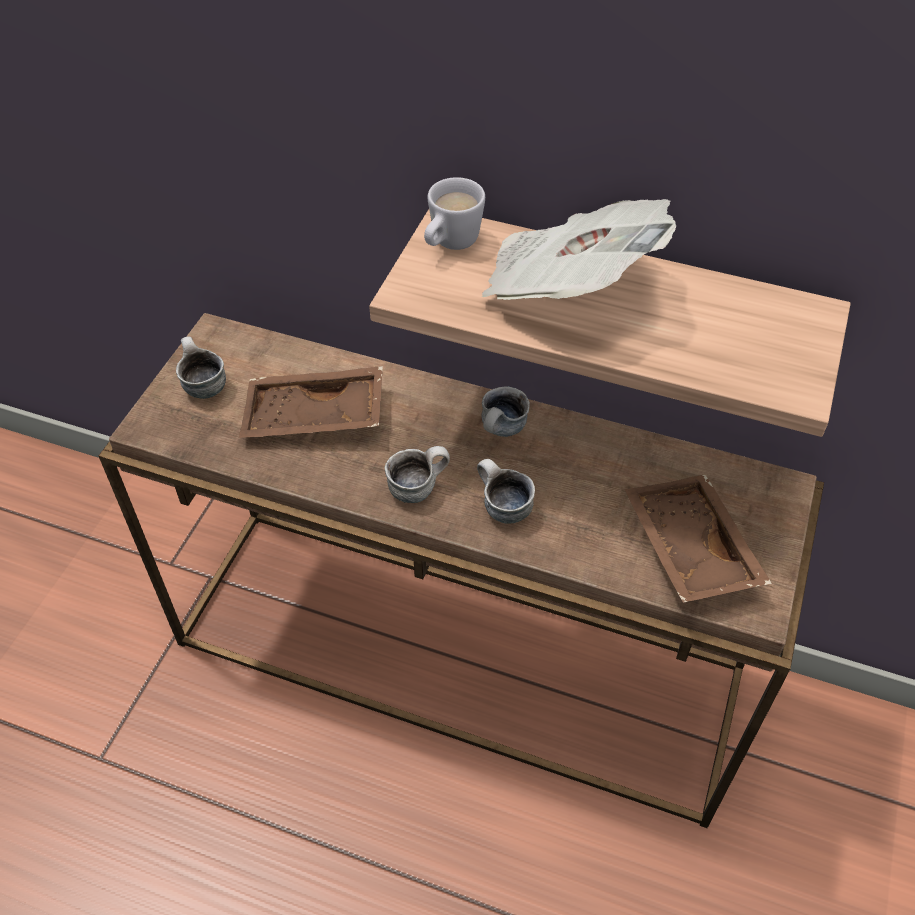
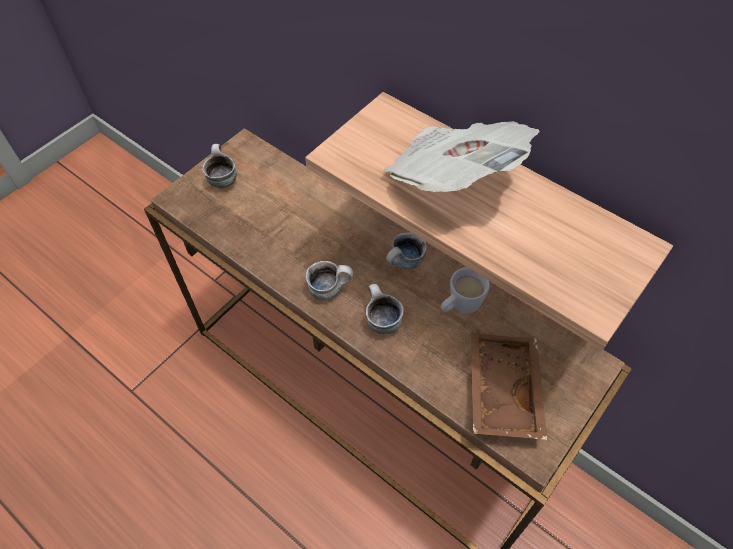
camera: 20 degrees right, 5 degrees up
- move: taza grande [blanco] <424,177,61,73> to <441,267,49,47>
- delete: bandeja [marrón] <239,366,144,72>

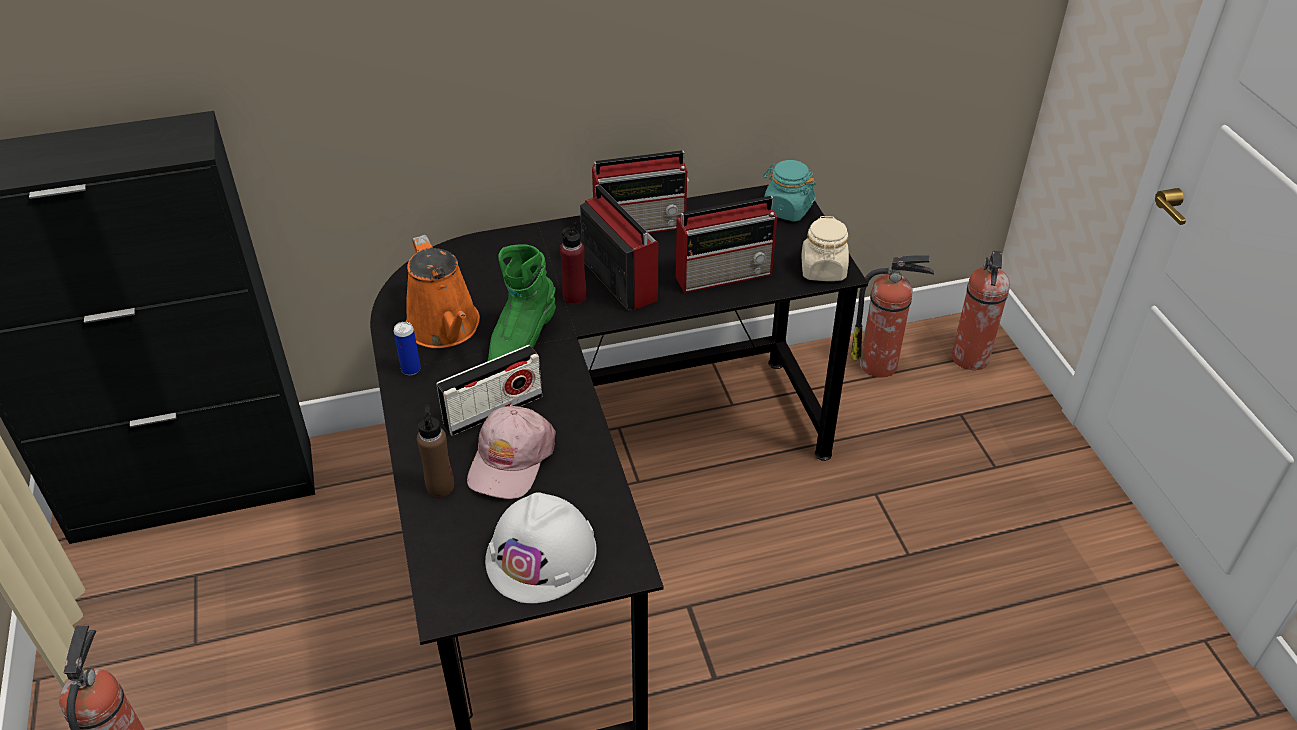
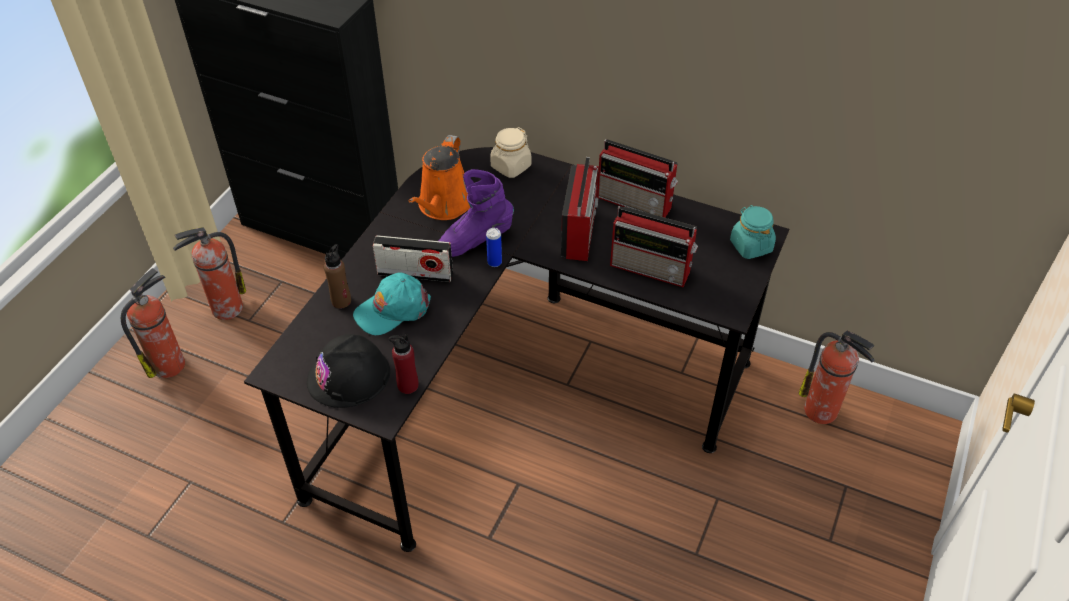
camera: 40 degrees right, 5 degrees up
- move: extintor <952,250,58,120> to <173,227,73,93>
- recolor: casco [blanco] <485,492,112,111> to casco [negro] <307,334,83,74>
- recolor: gorra [rosa] <467,406,89,93> to gorra [turquesa] <353,273,78,62>
- move: botella [rojo] <560,222,27,82> to <389,334,30,60>
- recolor: bota [verde] <488,244,68,117> to bota [morado] <439,169,75,88>
- move: lata <394,322,27,53> to <486,228,16,39>
- move: tarro [beis] <801,216,48,65> to <490,127,41,51>

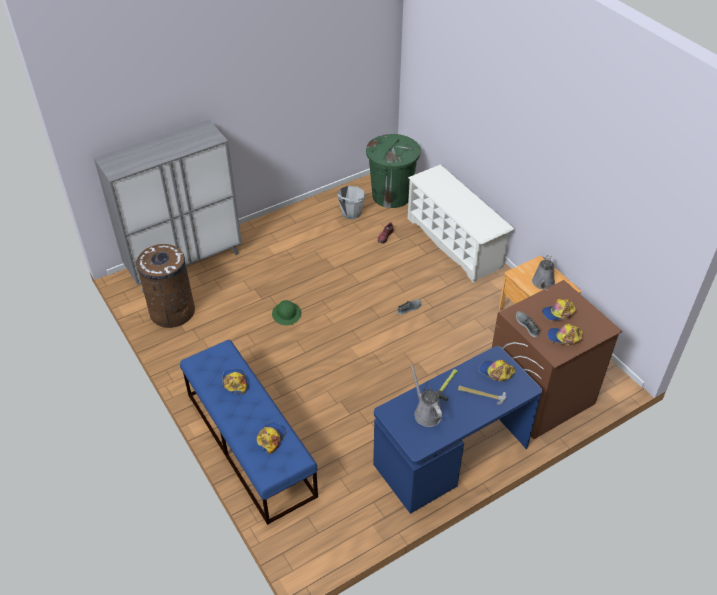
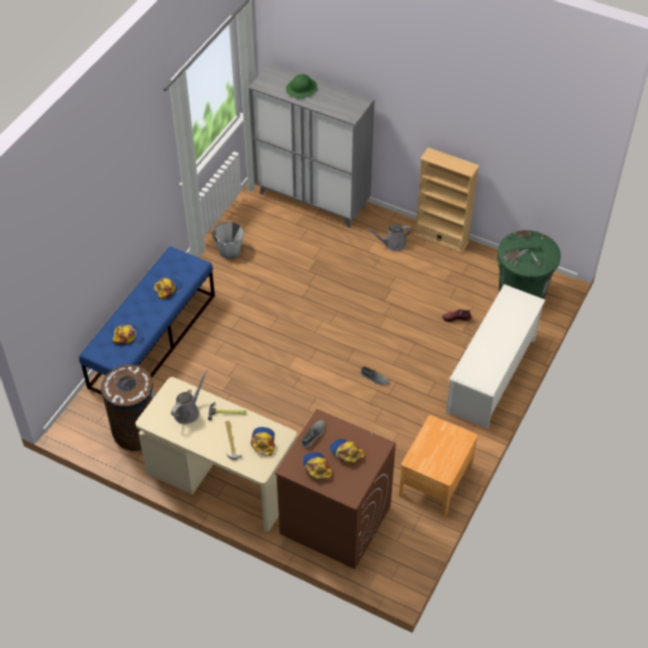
camera: 60 degrees right, 5 degrees up
- move: papelera [marrón] <136,244,59,84> to <101,365,54,86>
- recolor: escritorio [azul] <373,346,169,168> to escritorio [beis] <136,377,161,155>
- move: cubo [gris] <337,186,29,33> to <212,222,32,37>
- move: casco [verde] <272,300,29,25> to <286,74,31,24>
- move: regadera [gris] <532,255,23,35> to <367,224,45,27>
- insert: estantería [beis] <414,147,66,106>

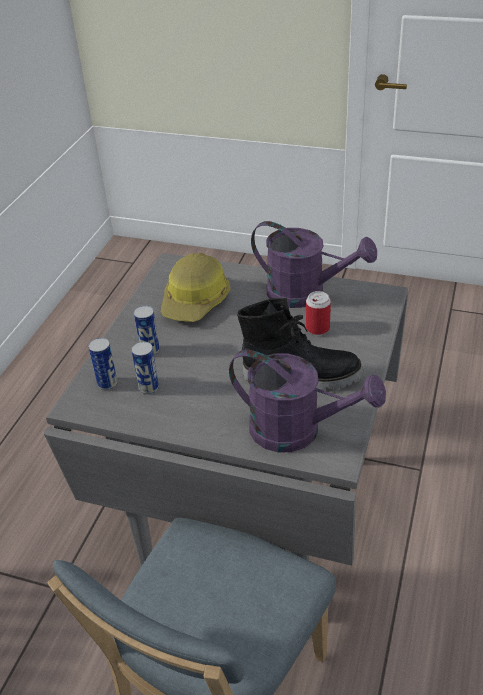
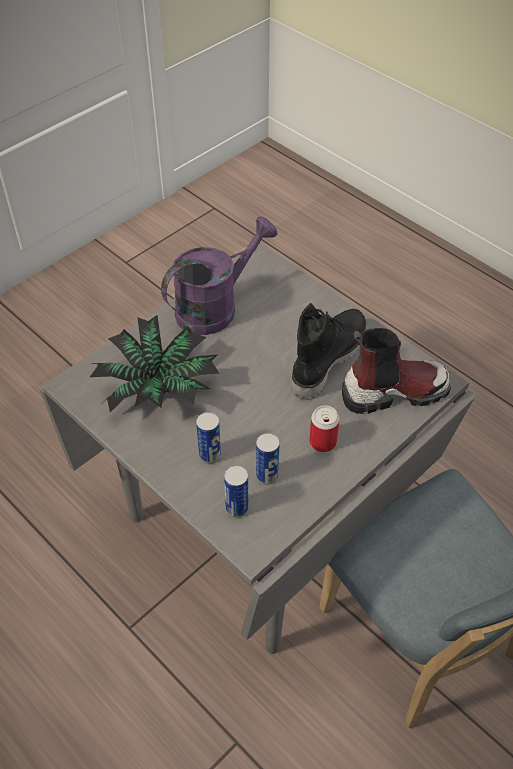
camera: 65 degrees left, 10 degrees up
- replace: casco <160,253,70,69> to planta en maceta <90,315,130,97>
- move: lata <306,291,25,44> to <309,405,31,47>
- replace: regadera [morado] <229,350,157,103> to bota <342,328,109,86>

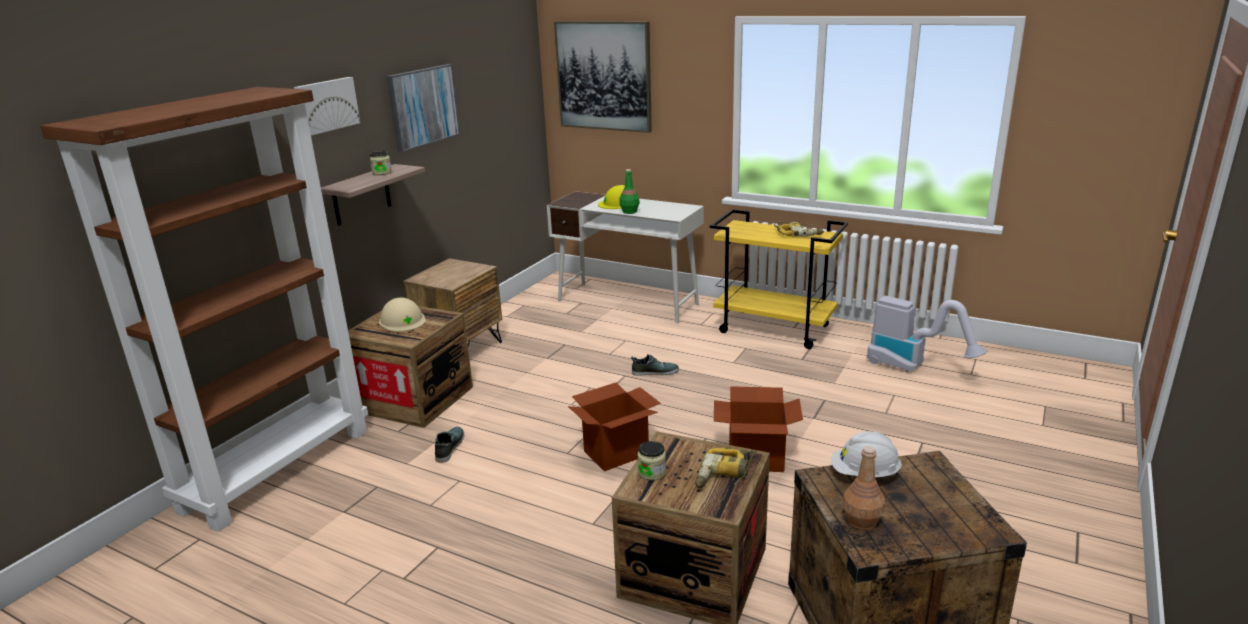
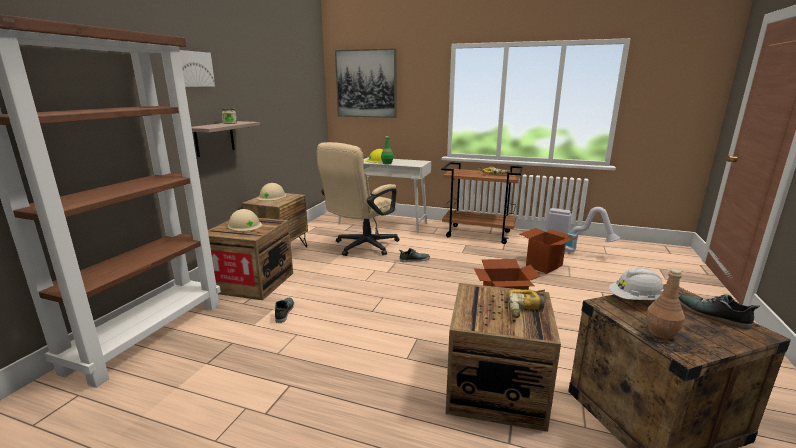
camera: 10 degrees left, 5 degrees down
- insert: casco [beis] <257,183,29,18>
- insert: silla de oficina [beis] <317,142,83,114>
- recolor: carrito [amarillo] <710,209,138,140> to carrito [marrón] <441,162,82,82>
- move: caja de cartón <568,382,92,89> to <520,228,56,46>
- insert: zapato <678,294,82,35>
- delete: cuadro <387,64,73,88>
- delete: tarro <638,441,28,39>

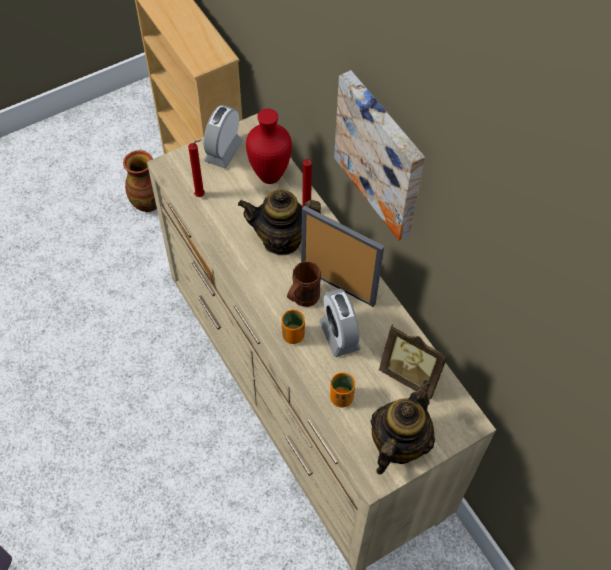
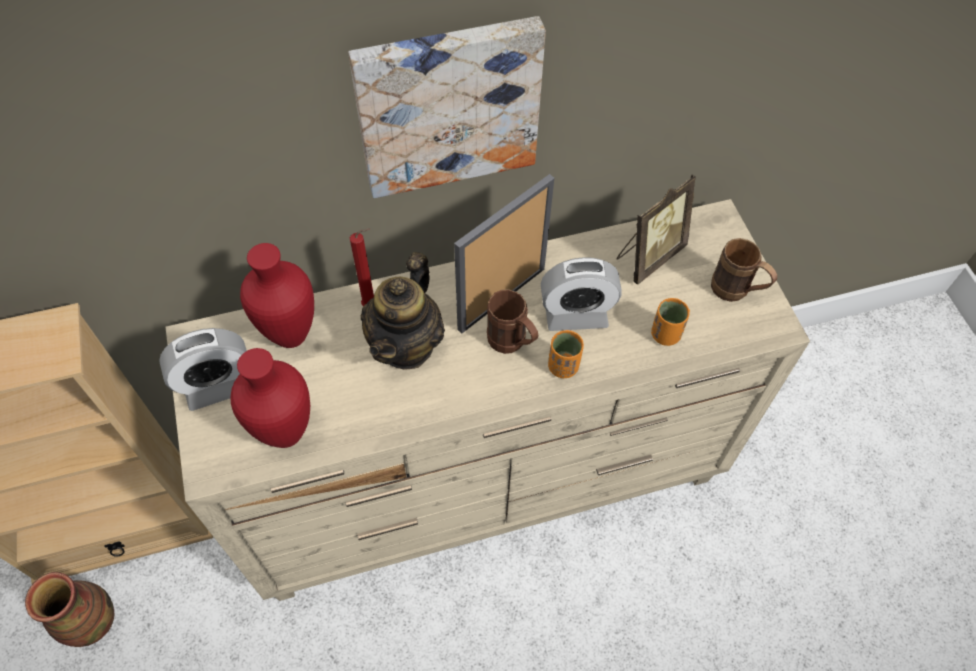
camera: 75 degrees left, 0 degrees up
- rotate: despertador <203,105,40,63> = <159,328,88,83> 60 degrees counterclockwise
- replace: vela [rojo] <188,140,17,57> to florero [rojo] <230,348,80,100>
- replace: tetera <371,380,64,94> to taza grande [marrón] <711,238,66,64>

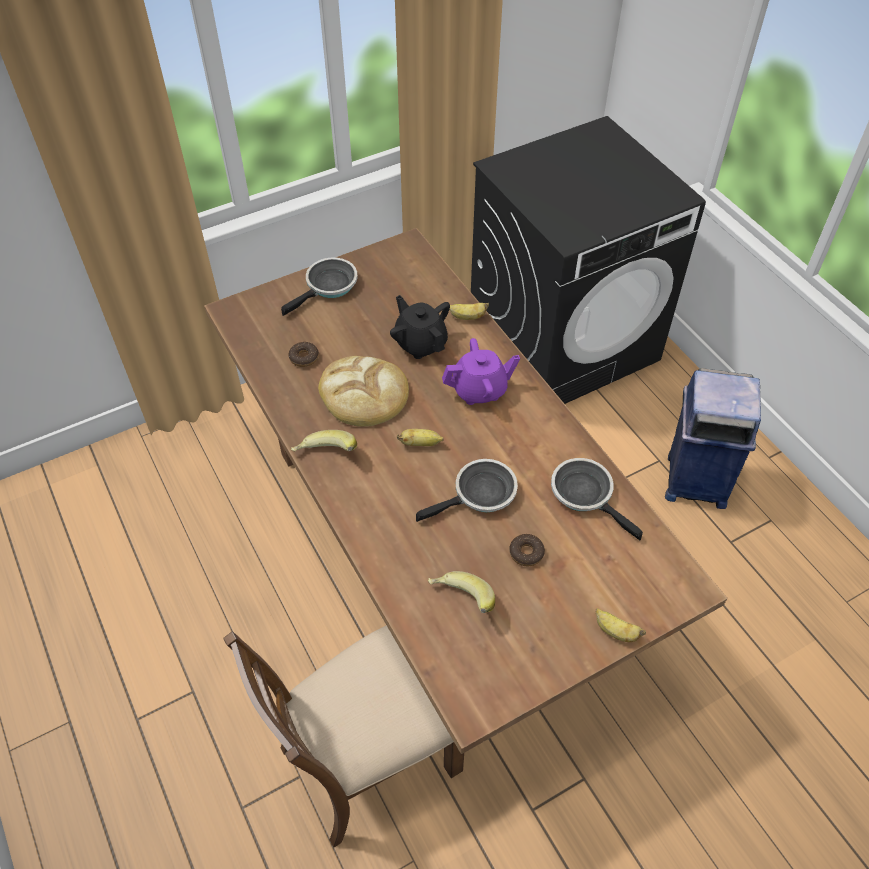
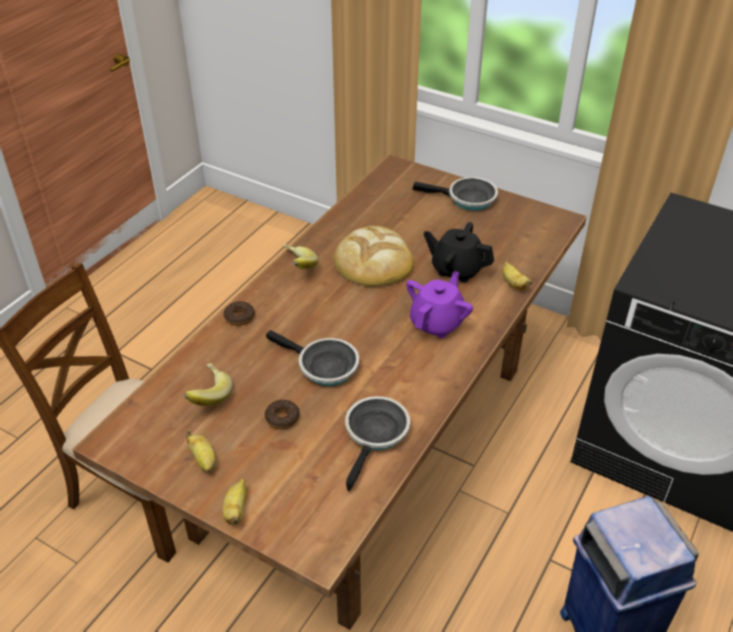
camera: 60 degrees right, 10 degrees down
- move: plátano <397,429,47,17> to <186,431,30,42>
- move: rosquilla <289,342,30,25> to <224,301,31,25>
- rotate: tetera [morado] <442,338,78,67> = <406,271,67,67> 105 degrees counterclockwise
- rotate: tetera [negro] <390,295,60,64> = <424,222,70,61> 90 degrees counterclockwise

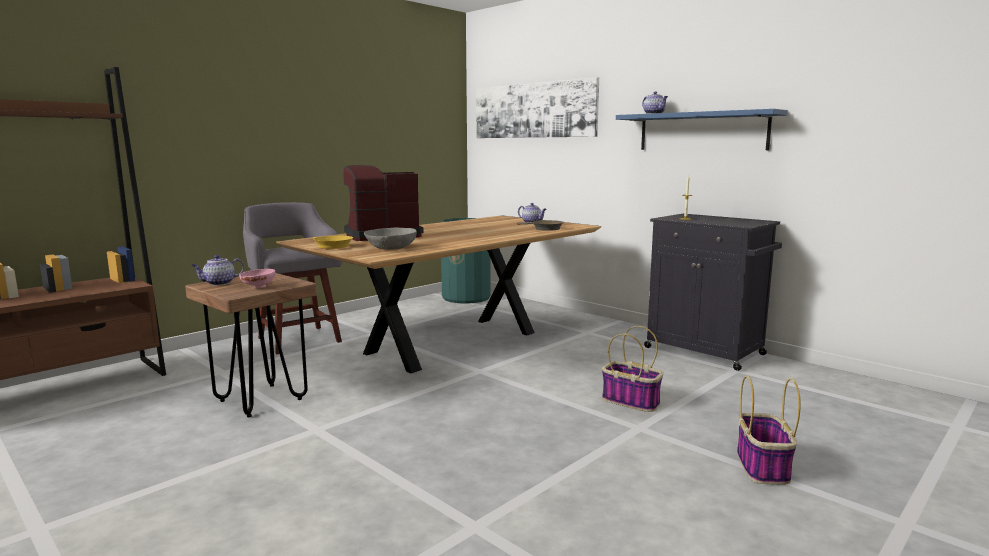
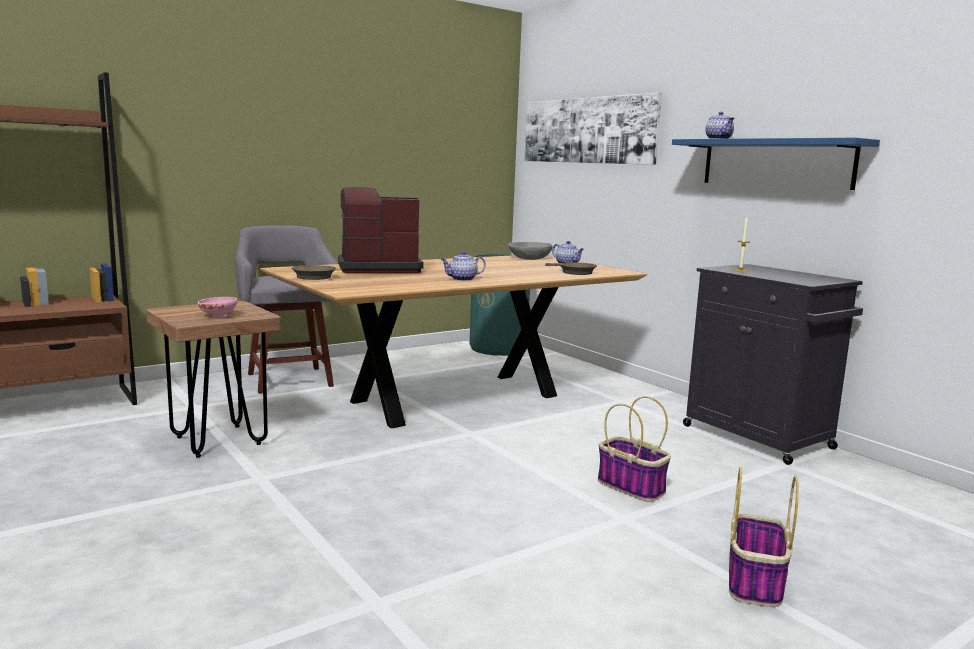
camera: 10 degrees right, 0 degrees up
- recolor: sartén [amarillo] <313,236,40,13> to sartén [marrón] <292,265,44,15>
- move: tetera <191,255,53,30> to <441,251,45,30>
- move: cuenco [gris] <364,228,53,22> to <508,242,45,18>

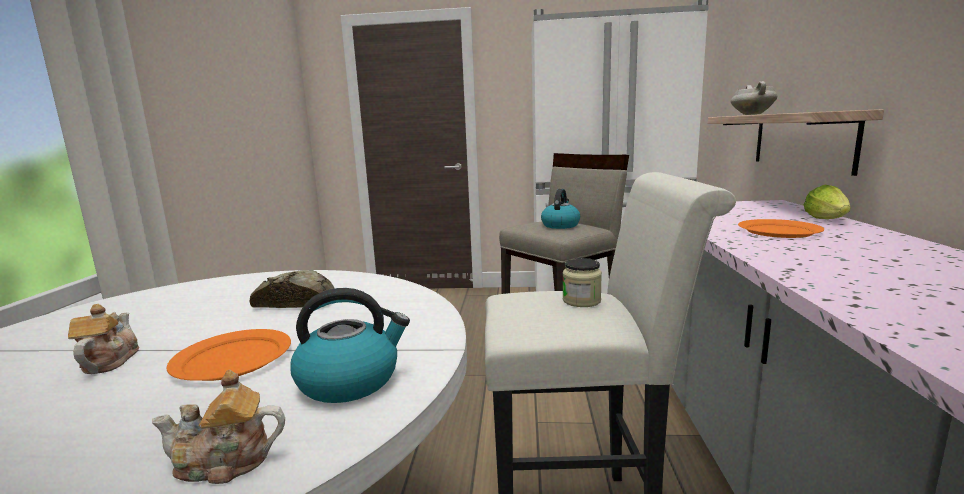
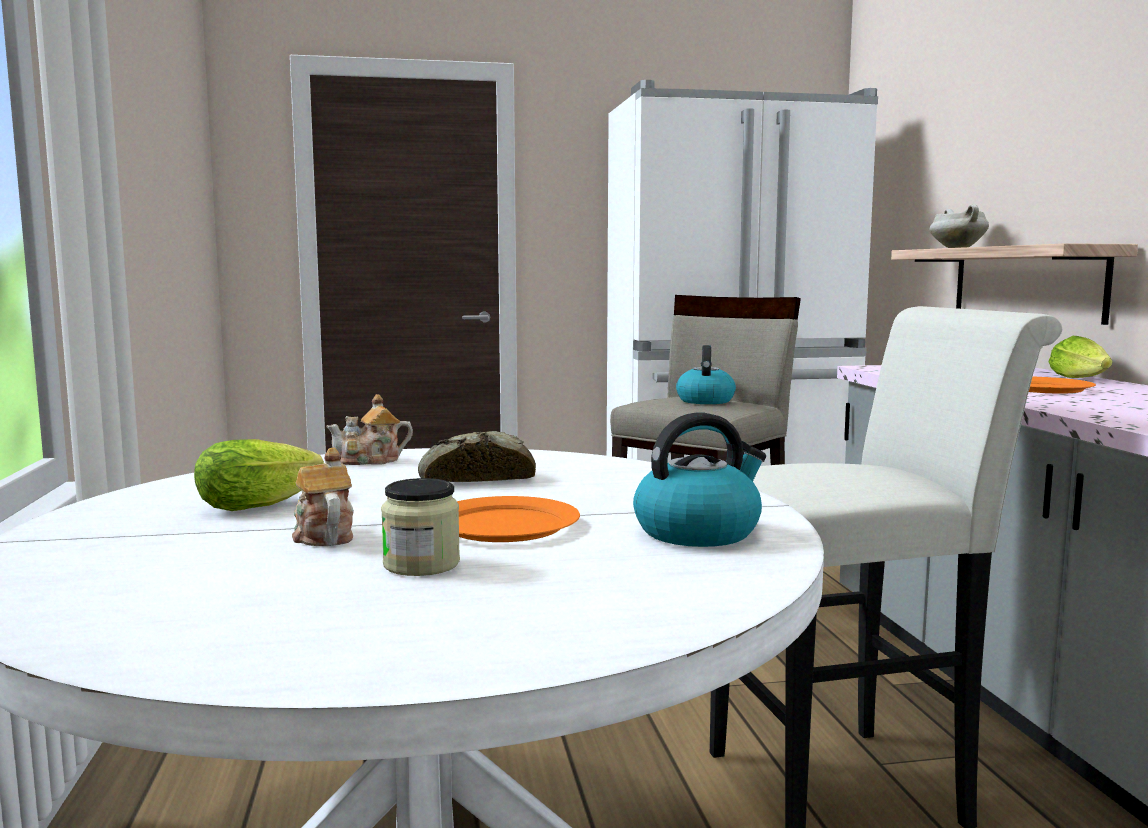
camera: 15 degrees left, 5 degrees down
- insert: lechuga <194,439,130,72>
- move: tetera <152,370,133,114> to <326,394,87,71>
- move: tarro <563,258,39,49> to <381,478,79,98>

